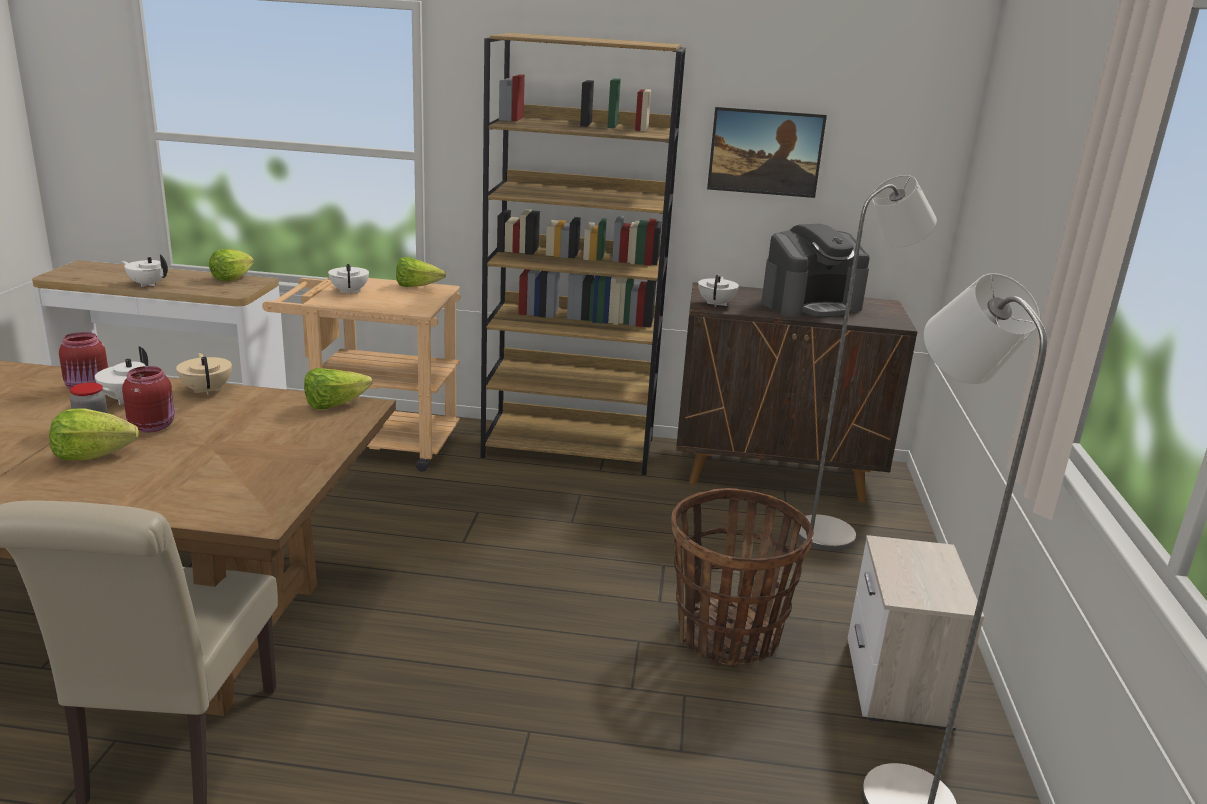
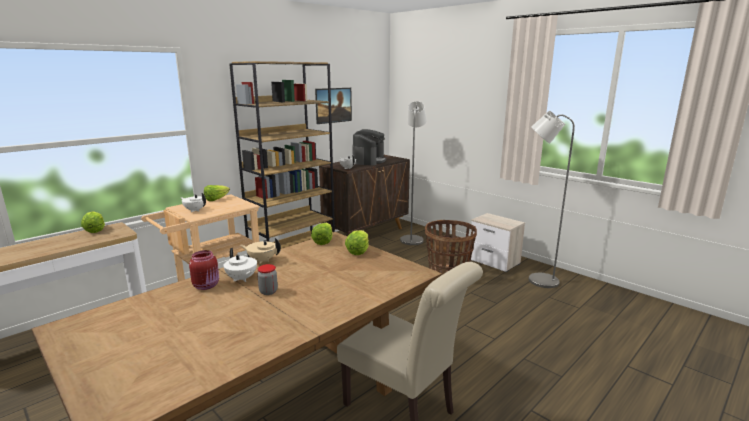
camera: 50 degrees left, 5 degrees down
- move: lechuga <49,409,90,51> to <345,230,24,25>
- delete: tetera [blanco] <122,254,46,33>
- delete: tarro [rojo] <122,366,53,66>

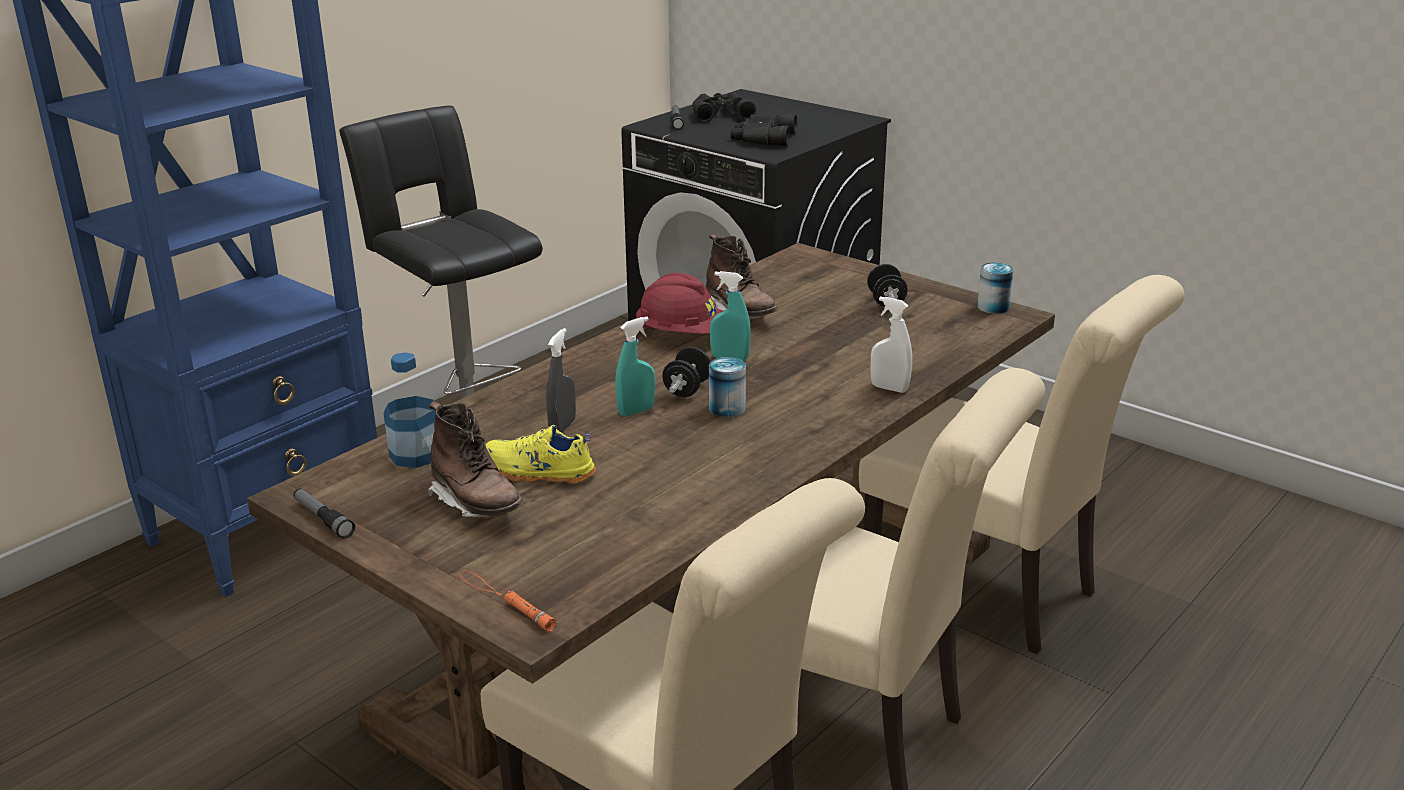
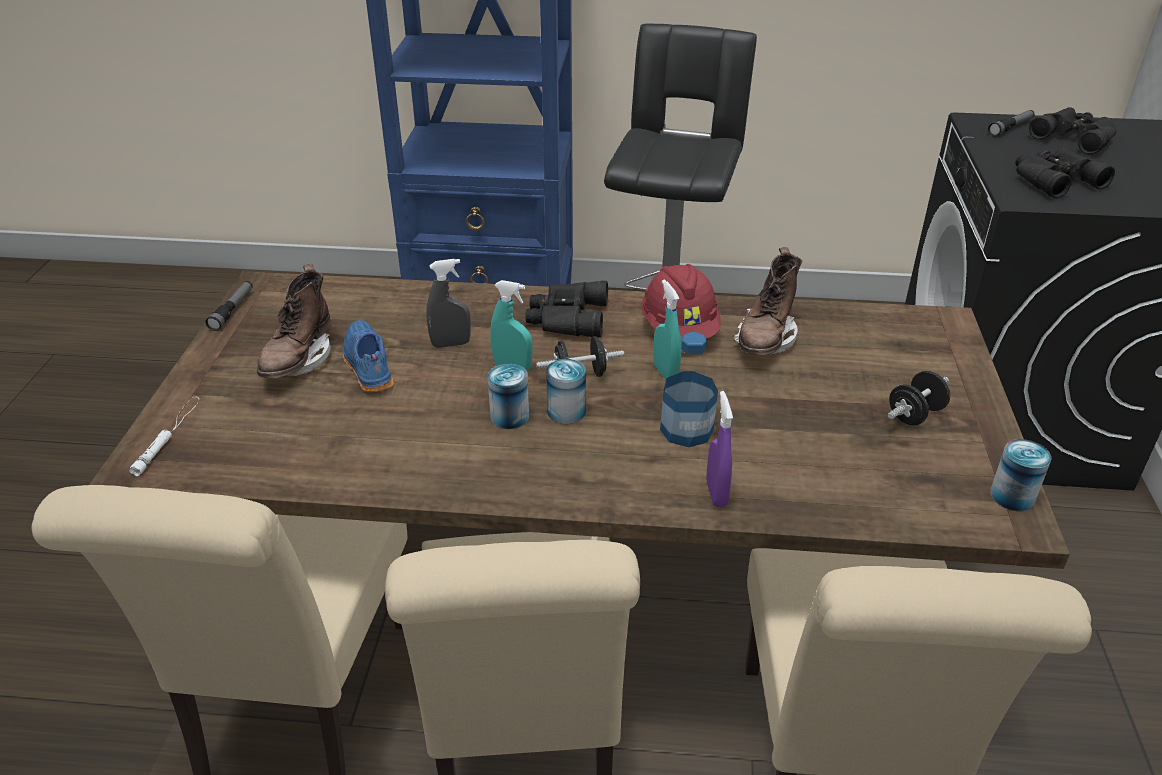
camera: 55 degrees right, 10 degrees up
- recolor: linterna [naranja] <459,570,98,62> to linterna [blanco] <130,396,69,80>
- recolor: zapato [amarillo] <485,425,111,59> to zapato [azul] <343,320,51,72>
- insert: lata <488,364,41,65>
- insert: prismáticos [negro] <525,281,83,56>
- move: botella <383,352,52,116> to <660,332,58,115>
- recolor: pulverizador [blanco] <871,296,41,97> to pulverizador [morado] <706,391,27,117>

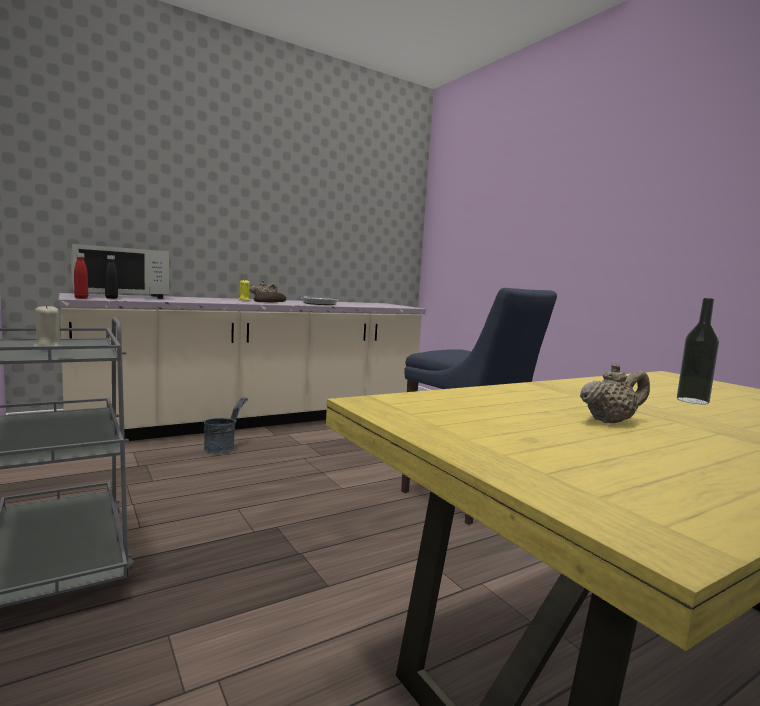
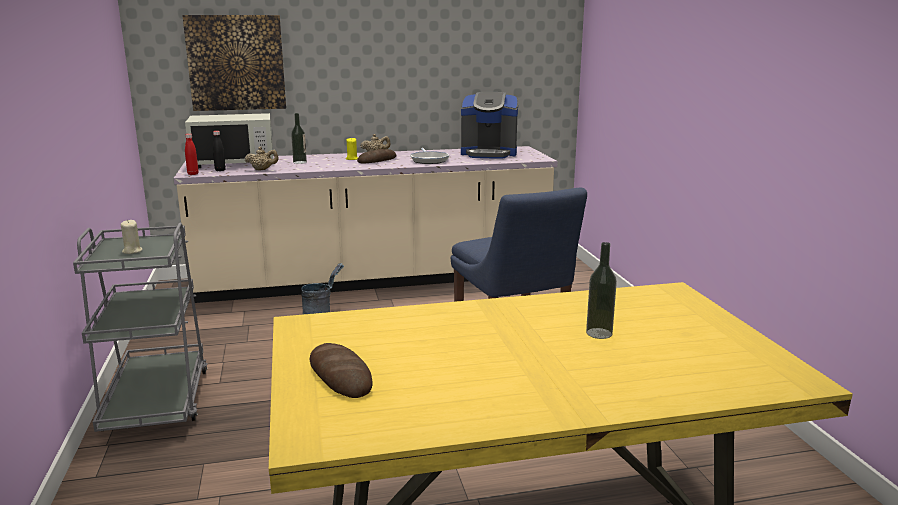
camera: 20 degrees right, 10 degrees up
- insert: cuadro <182,15,104,96>
- move: tetera [beis] <580,363,70,60> to <245,147,34,23>
- insert: botella <291,113,16,51>
- insert: pan <310,343,63,55>
- insert: cafetera <461,92,57,67>

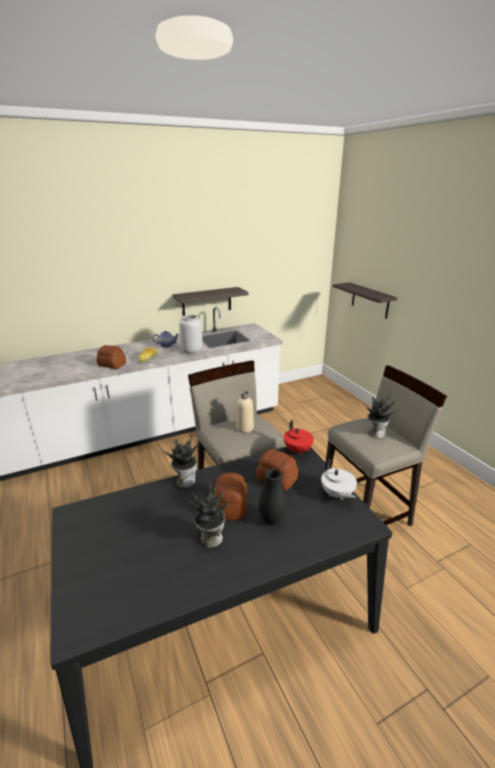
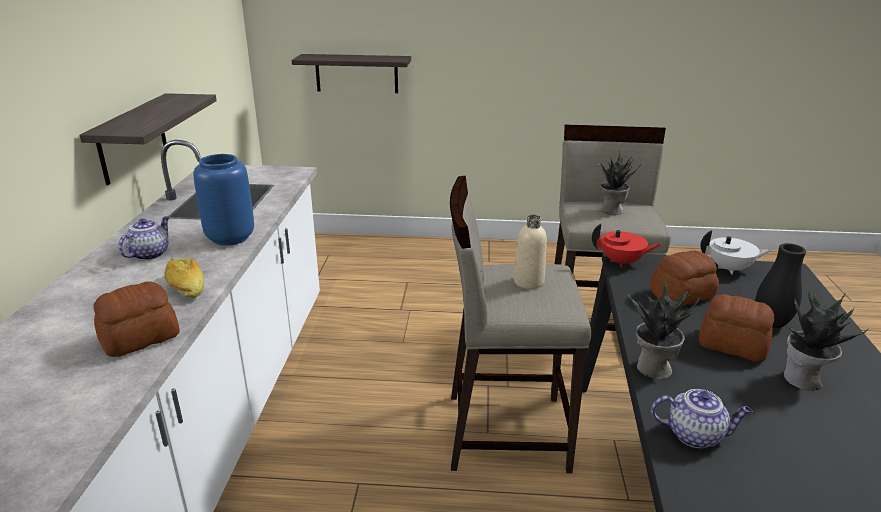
camera: 60 degrees left, 0 degrees up
- recolor: florero [gris] <179,315,24,39> to florero [azul] <193,154,61,92>
- insert: tetera <651,389,101,59>

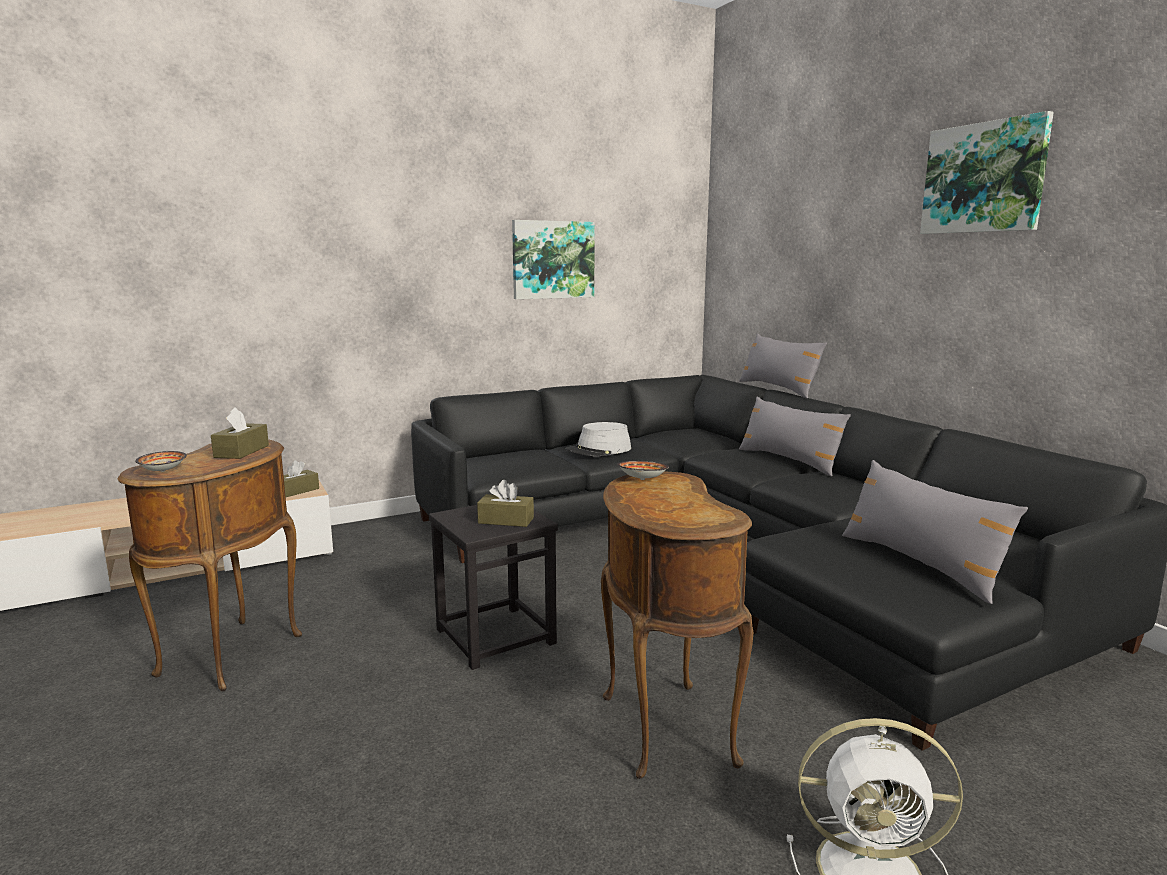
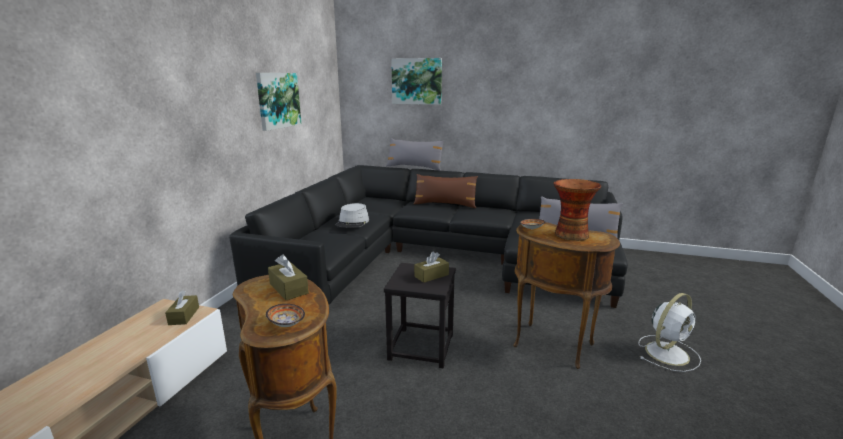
camera: 45 degrees left, 5 degrees up
- move: cuadro <920,111,134,123> to <391,58,51,47>
- recolor: cojín [gris] <739,397,112,80> to cojín [marrón] <414,174,64,34>
- insert: florero <553,179,48,62>

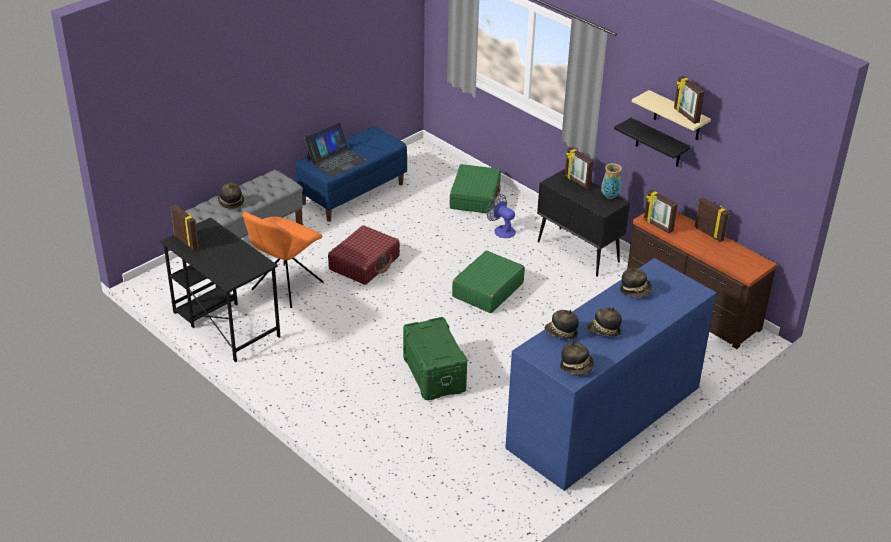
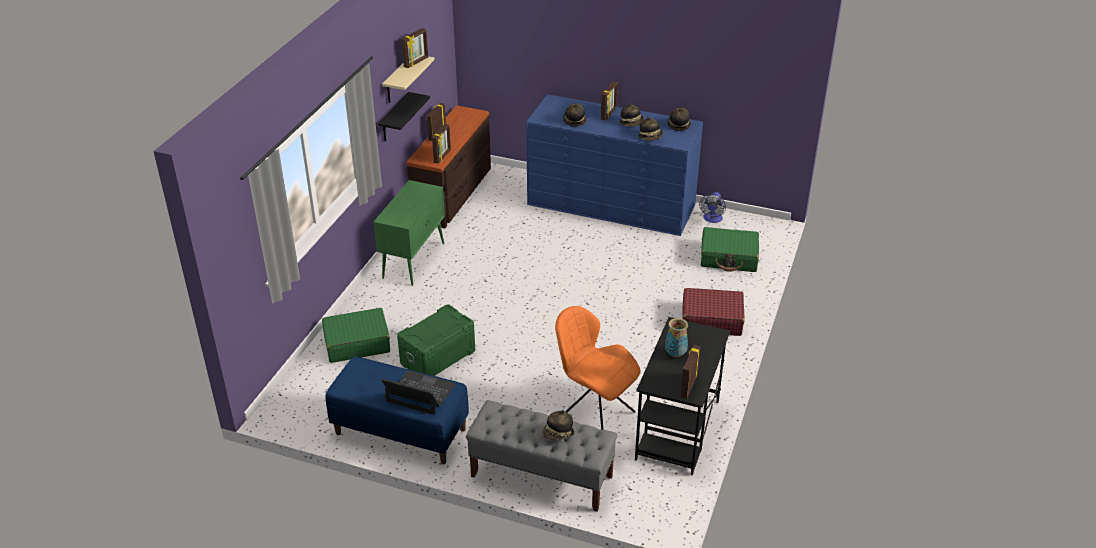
camera: 115 degrees left, 0 degrees up
- recolor: armario [negro] <537,169,93,108> to armario [verde] <373,180,72,106>
- move: caja de almacenaje [verde] <403,317,64,83> to <397,304,78,72>
- rotate: silla [naranja] <242,212,82,96> = <555,306,86,123> 150 degrees counterclockwise
- move: portarretratos <565,147,29,42> to <601,82,17,39>
- move: florero <601,163,21,36> to <665,318,23,39>
- move: maleta [rojo] <328,225,72,60> to <682,288,63,48>
- move: ventilador <487,194,29,44> to <699,192,27,31>
- move: maleta [verde] <452,251,73,62> to <701,227,58,45>

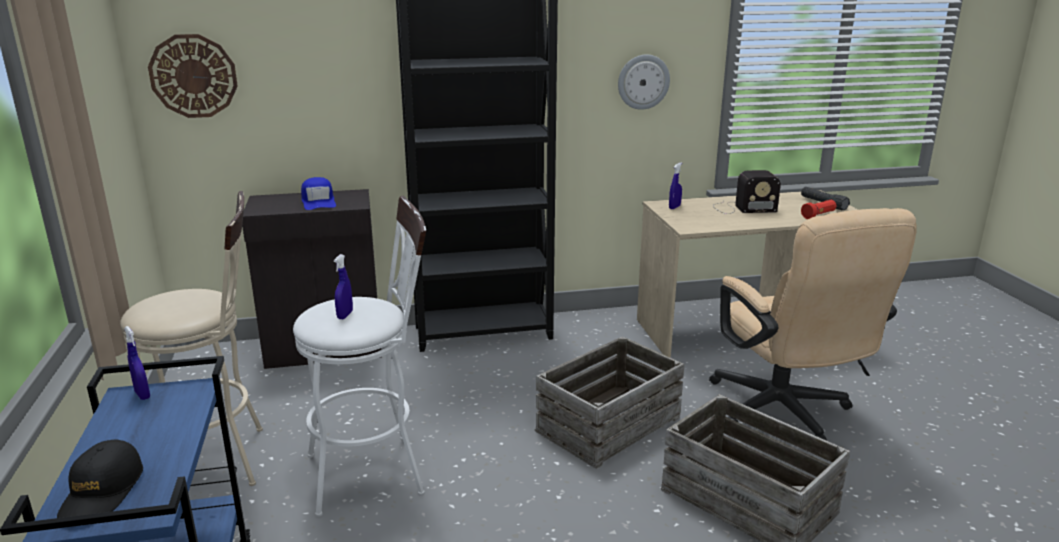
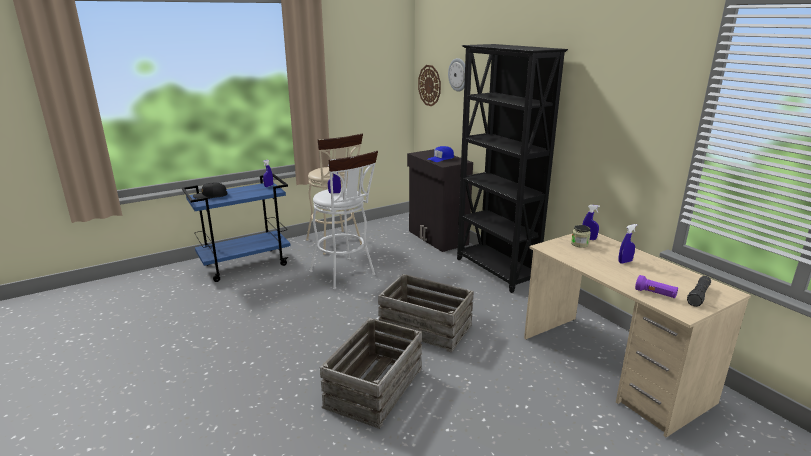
camera: 70 degrees right, 0 degrees up
- move: reloj de pared <618,55,52,55> to <448,58,17,34>
- insert: tarro <571,225,20,23>
- replace: radio <713,170,68,44> to pulverizador [azul] <618,224,19,39>
- recolor: linterna [rojo] <801,200,35,19> to linterna [morado] <635,275,43,24>
- delete: silla de oficina [beis] <709,208,208,233>

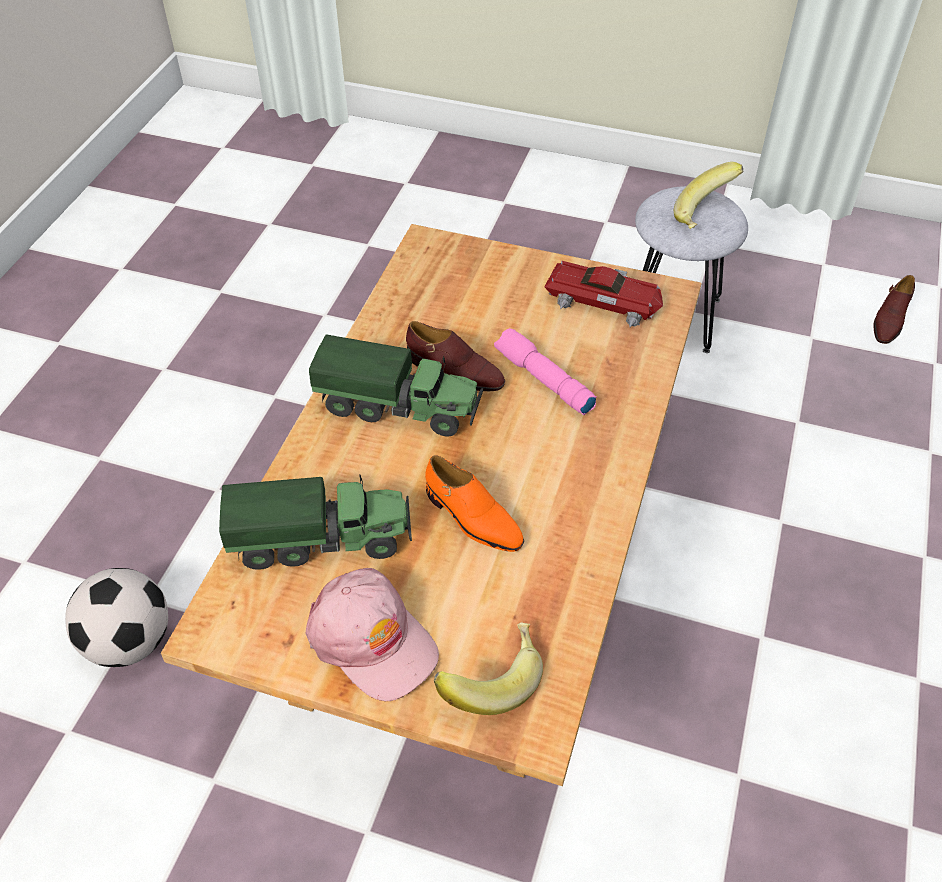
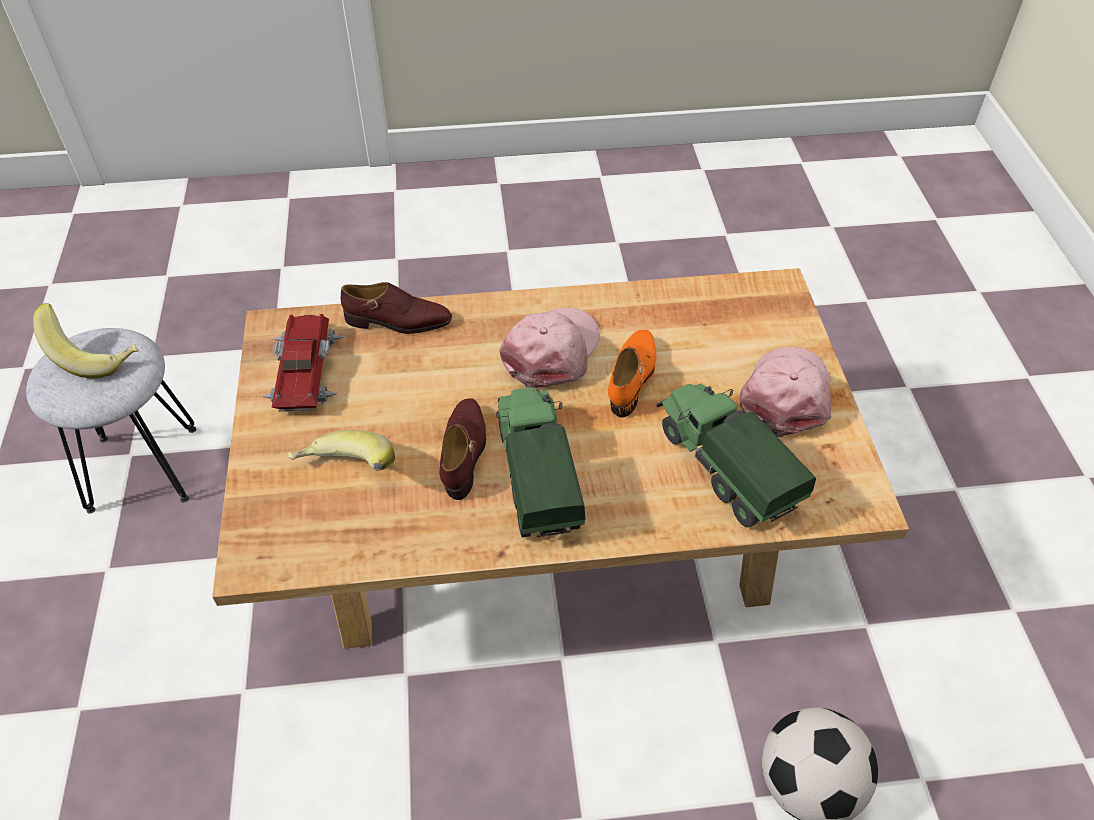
camera: 115 degrees left, 0 degrees up
- move: plátano <434,623,109,92> to <288,430,107,41>
- move: zapato [marrón] <873,275,42,69> to <341,282,111,52>
- insert: gorra [rosa] <500,307,100,81>
- delete: linterna [rosa] <494,328,102,87>

